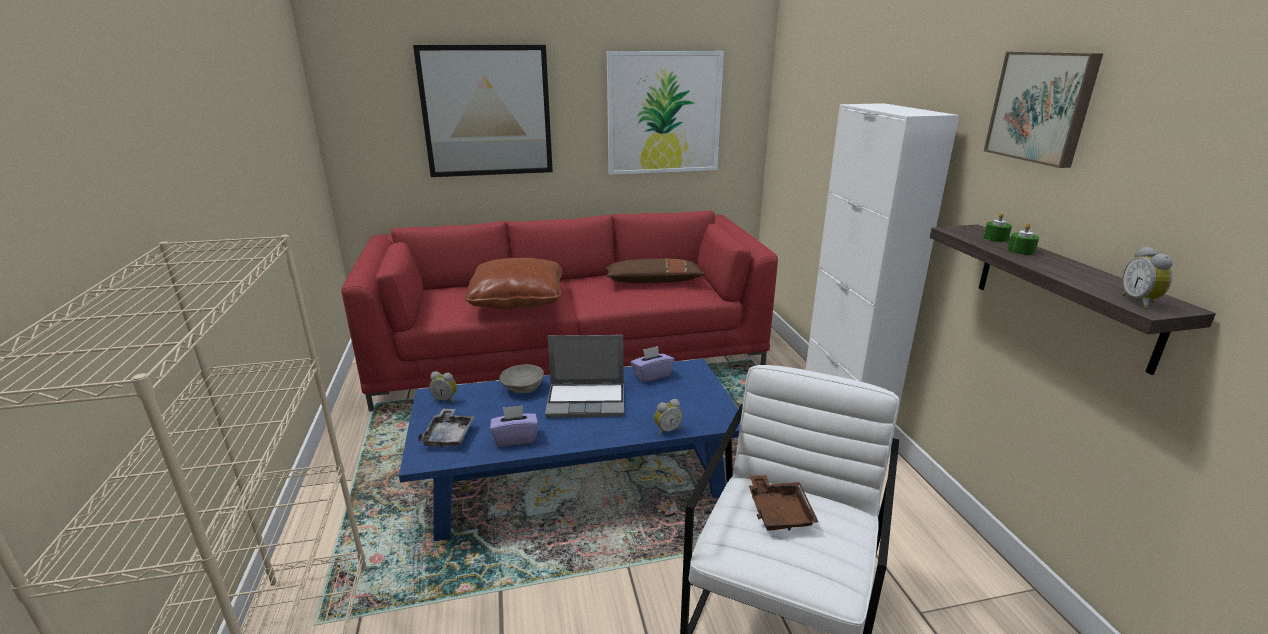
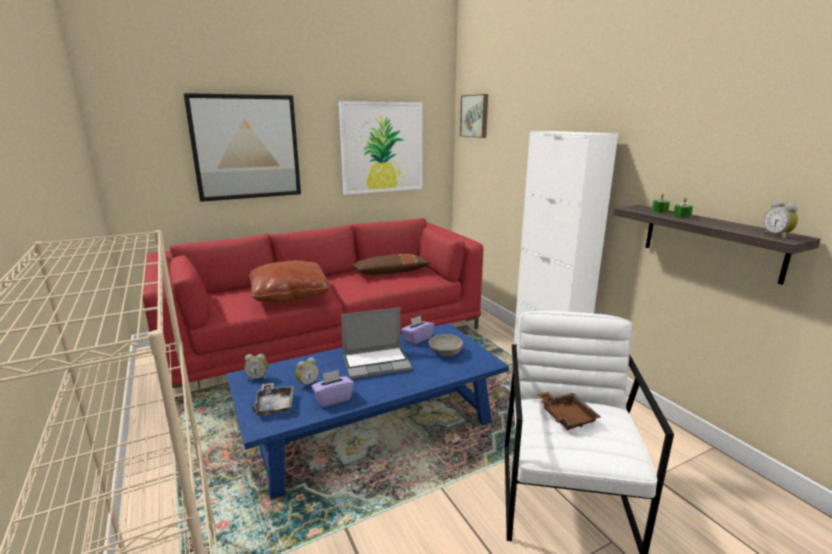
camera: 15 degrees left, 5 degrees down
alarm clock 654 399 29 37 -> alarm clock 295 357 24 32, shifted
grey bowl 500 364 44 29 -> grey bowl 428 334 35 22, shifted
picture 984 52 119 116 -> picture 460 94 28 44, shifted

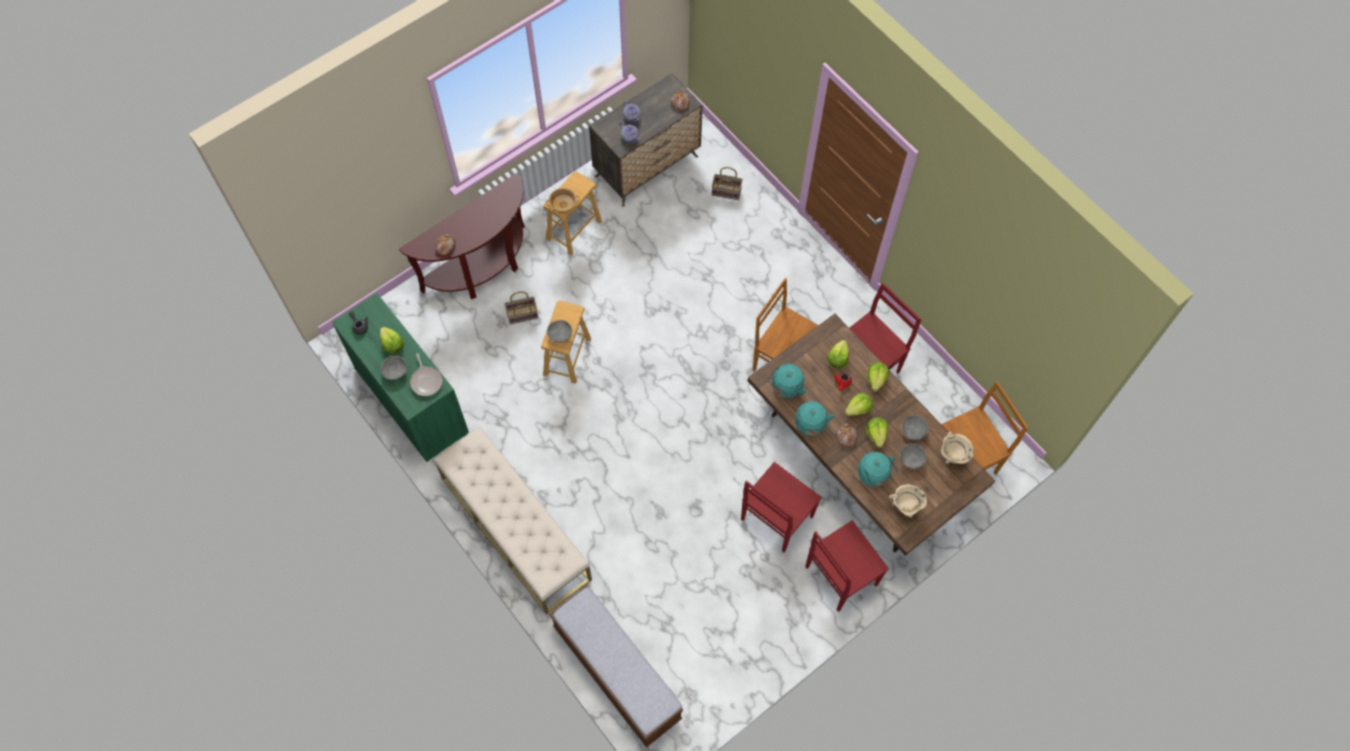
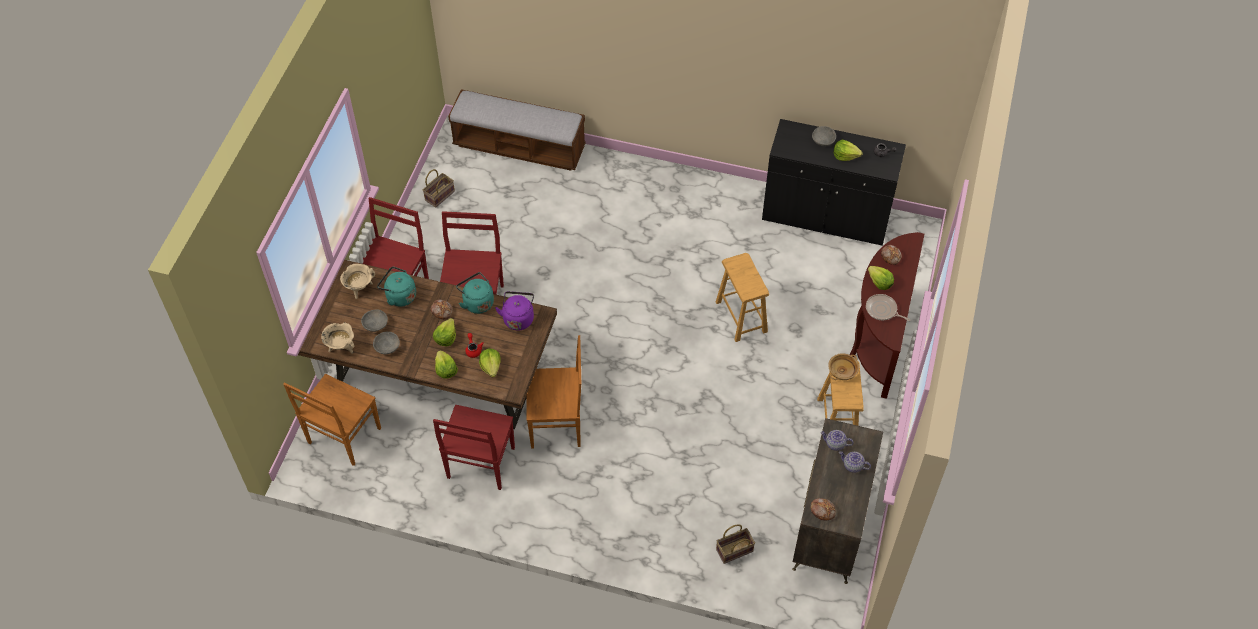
camera: 145 degrees right, 10 degrees down
basket 505 291 33 33 -> basket 423 169 32 39, shifted
turquoise kettle 768 364 39 34 -> purple kettle 495 291 39 39
green cabinet 332 293 137 169 -> black cabinet 762 119 144 127
frying pan 410 353 32 43 -> frying pan 866 294 44 27, shifted
lettuce 866 417 22 31 -> lettuce 868 266 26 24, shifted
beige bench 434 427 158 187 -> none
grey bowl 547 320 25 23 -> none

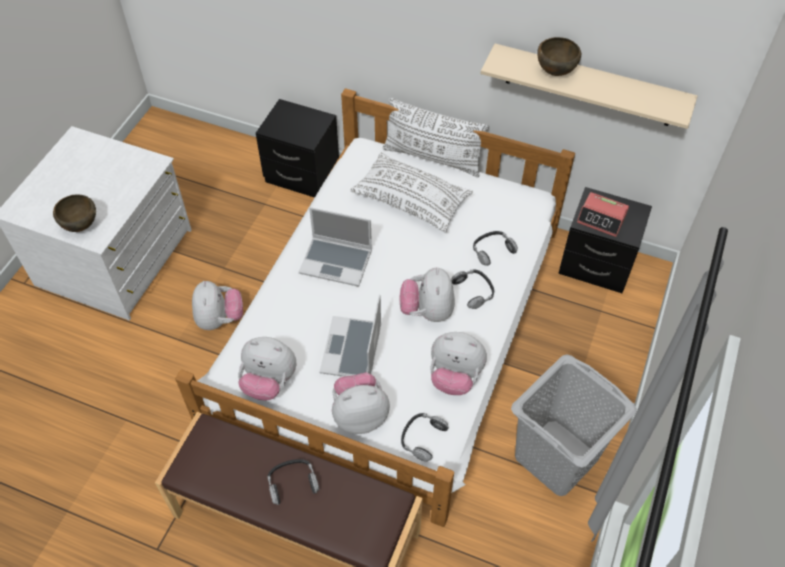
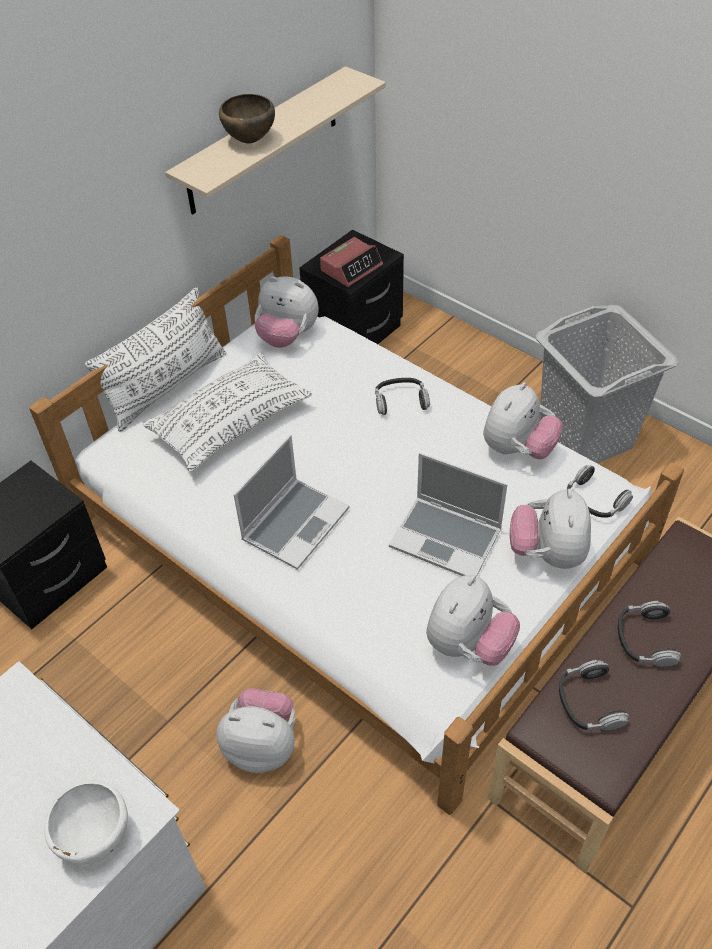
camera: 70 degrees left, 5 degrees down
brown bowl 53 194 43 38 -> white bowl 44 780 84 84
plush toy 399 268 56 54 -> plush toy 255 276 64 72, shifted
headphones 473 231 45 35 -> headphones 559 660 70 71, shifted

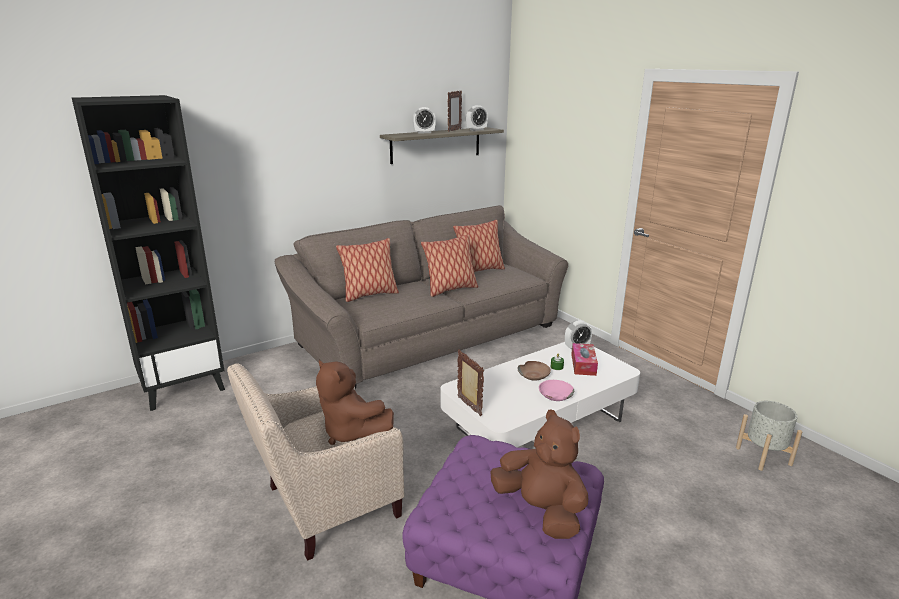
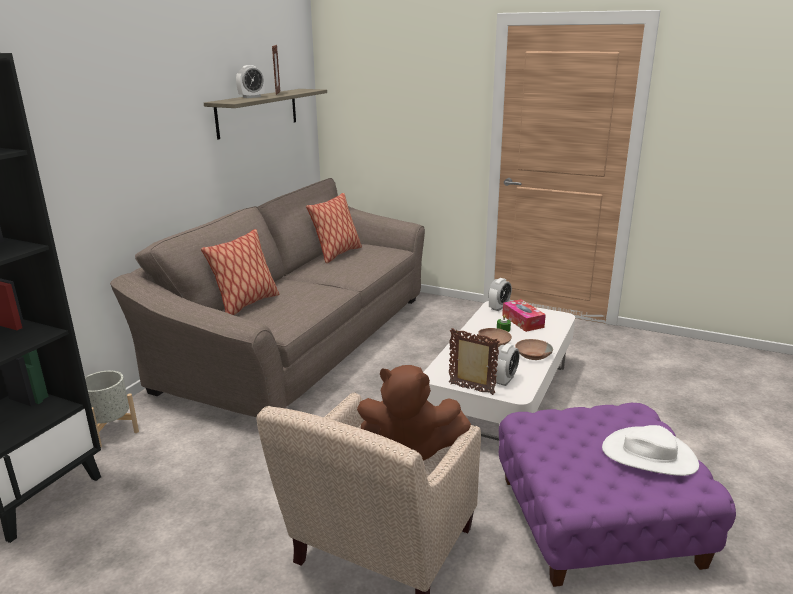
camera: 30 degrees left, 0 degrees up
grey planter 736 401 66 70 -> grey planter 85 371 54 76, shifted
alarm clock 466 105 22 26 -> alarm clock 493 344 27 42, shifted
pink bowl 539 380 35 21 -> brown bowl 515 339 38 21
brown plush toy 490 409 99 130 -> white hat 602 425 97 51
pillow 421 234 57 63 -> none

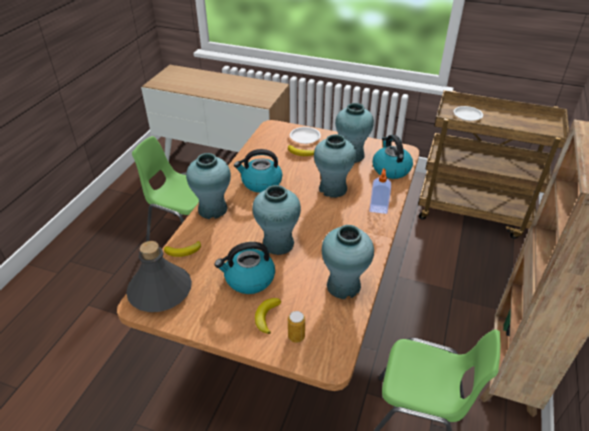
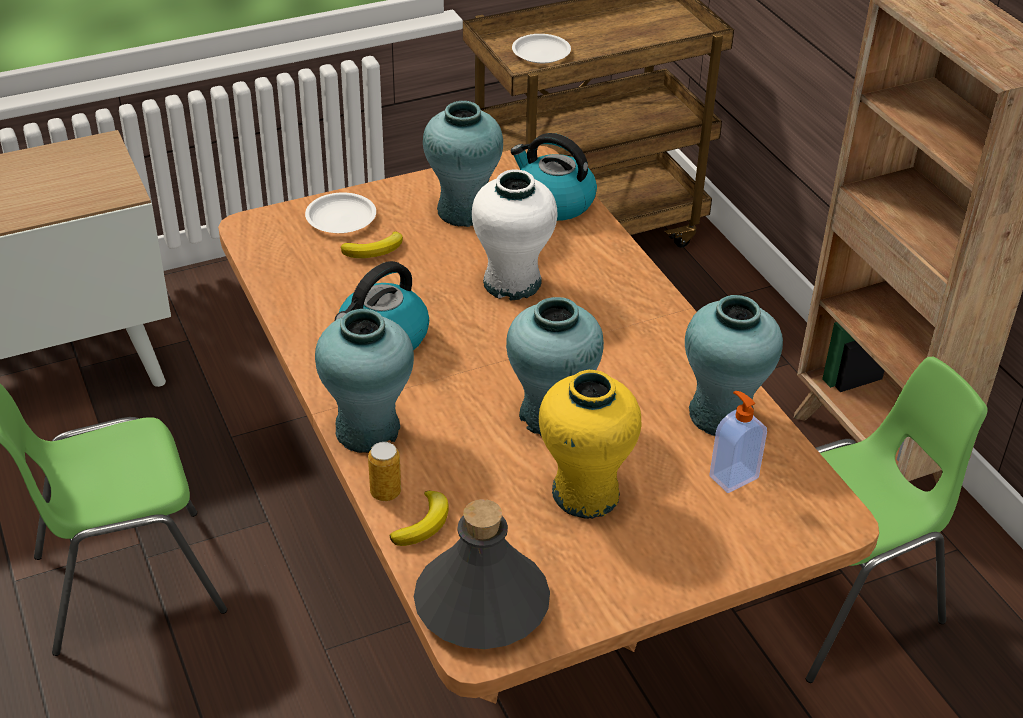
camera: 45 degrees left, 0 degrees up
can 288 311 17 32 -> can 368 442 33 59, shifted
turquoise vase 314 134 42 64 -> white vase 472 169 86 131
kettle 215 242 60 52 -> yellow vase 539 370 102 149
soap dispenser 369 168 22 46 -> soap dispenser 709 391 58 102, shifted
banana 255 298 26 36 -> none

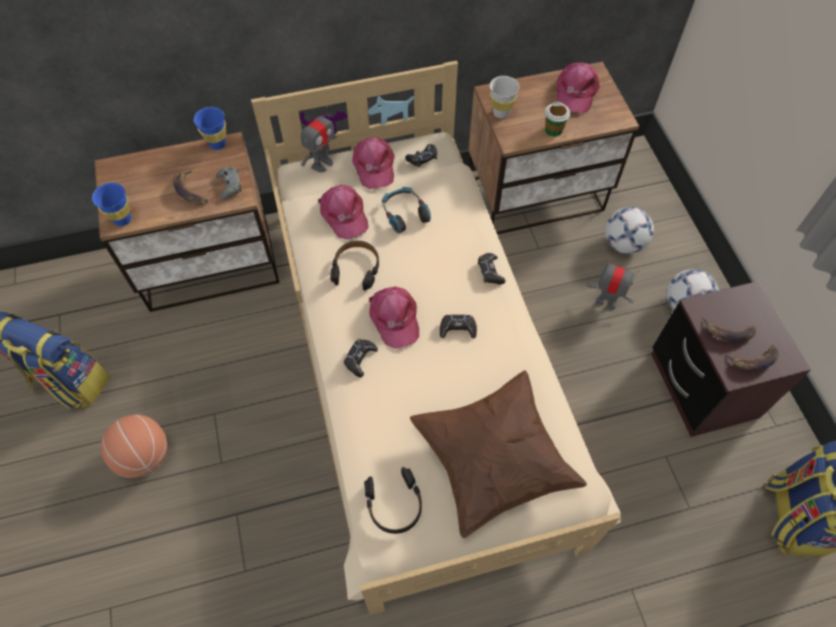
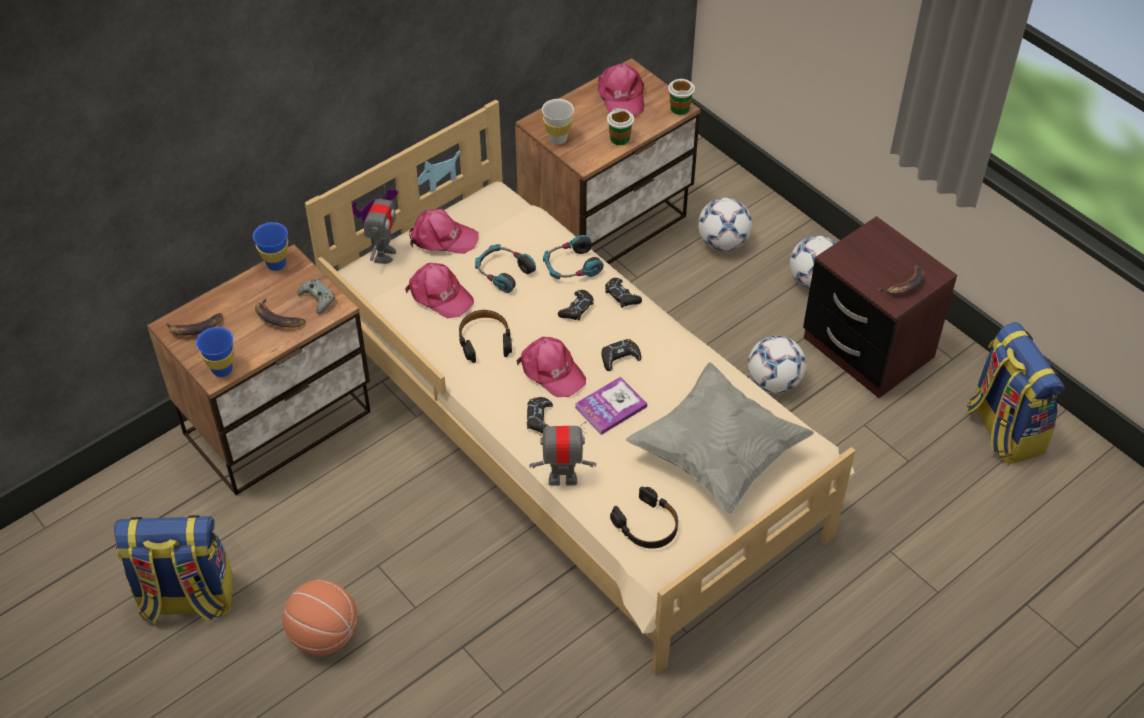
camera: 25 degrees left, 10 degrees down
banana 702 317 54 24 -> banana 166 313 57 23, shifted
pink cap 352 137 42 52 -> pink cap 409 209 70 45, 45 degrees counterclockwise
toy robot 587 260 53 50 -> toy robot 529 421 67 65, shifted
none -> headphones 543 235 61 45
black game controller 405 144 32 24 -> black game controller 558 290 36 30, shifted
none -> book 575 377 72 58
brown pillow 410 370 177 168 -> grey pillow 626 362 188 153
none -> cup 668 79 27 36
none -> football 748 336 58 58

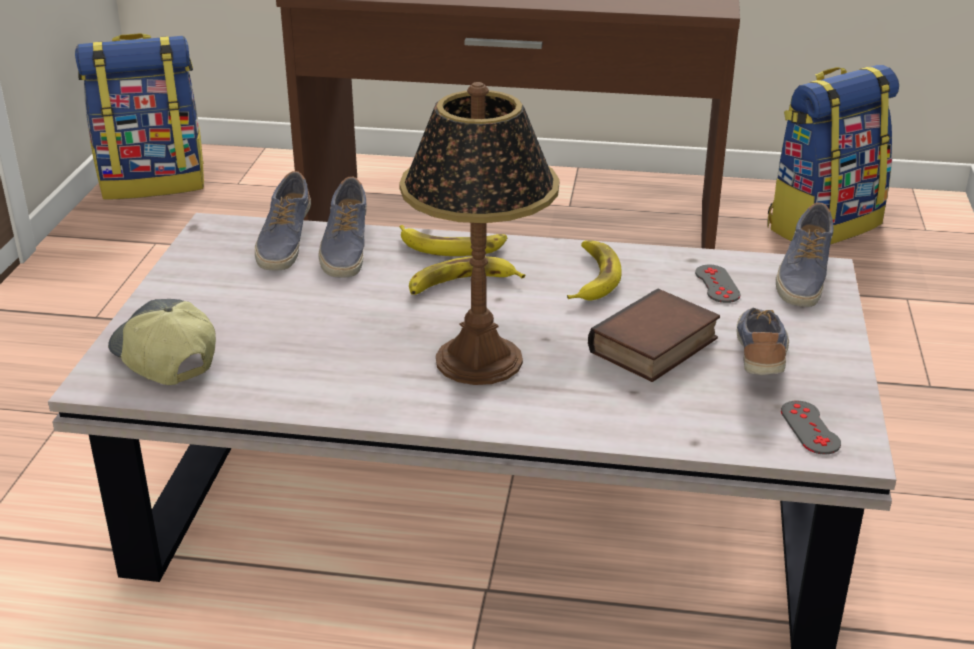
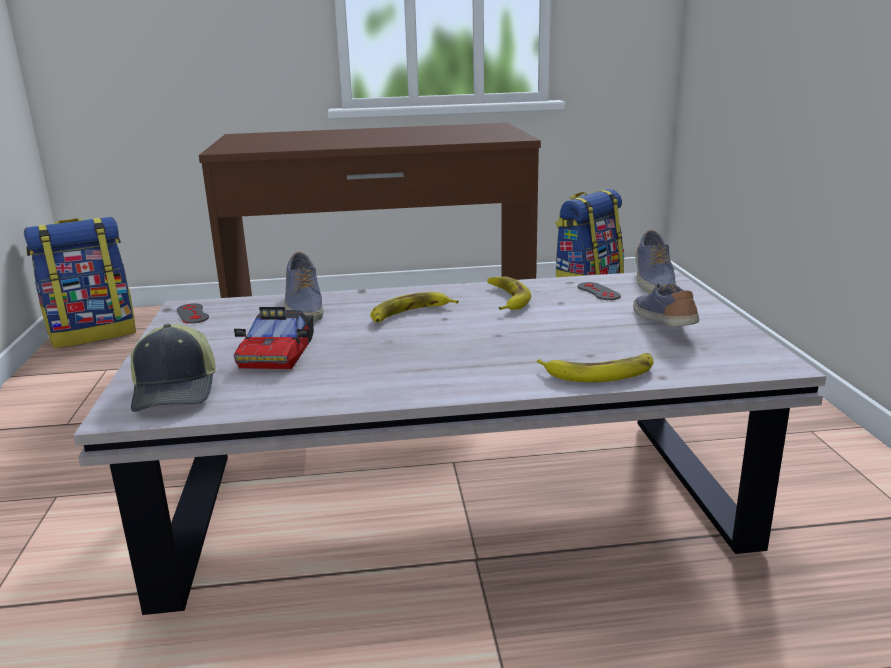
camera: 15 degrees left, 10 degrees down
cap 108 299 108 86 -> cap 131 324 85 88, 135 degrees counterclockwise
grey game controller 781 400 60 55 -> grey game controller 177 303 32 21, shifted
none -> toy car 234 307 80 62
banana 400 225 107 31 -> banana 537 353 117 29, shifted
shoe 255 171 56 99 -> none
table lamp 399 82 161 303 -> none
book 588 289 132 93 -> none

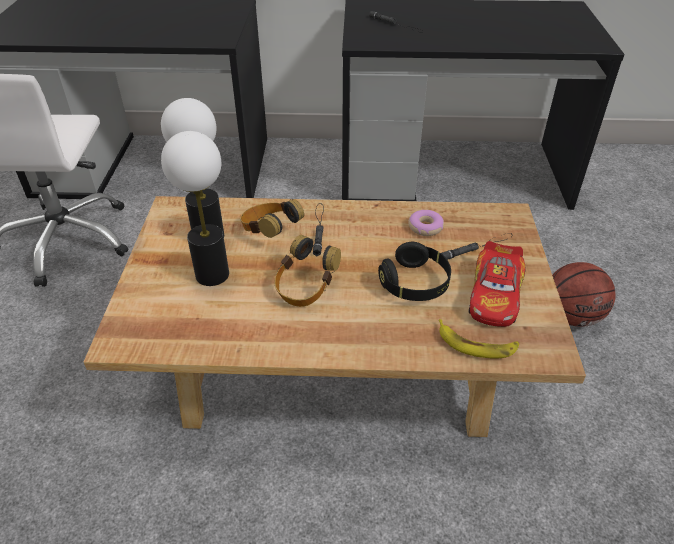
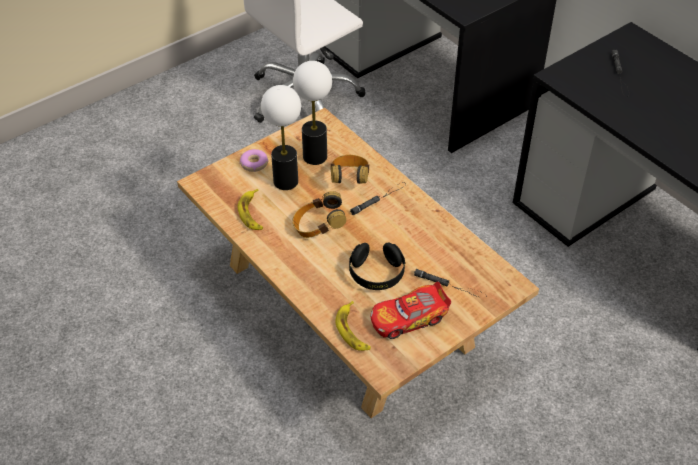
camera: 50 degrees right, 5 degrees up
none -> banana 238 189 25 41
donut 408 210 36 26 -> donut 240 149 29 23, shifted
basketball 552 262 64 65 -> none

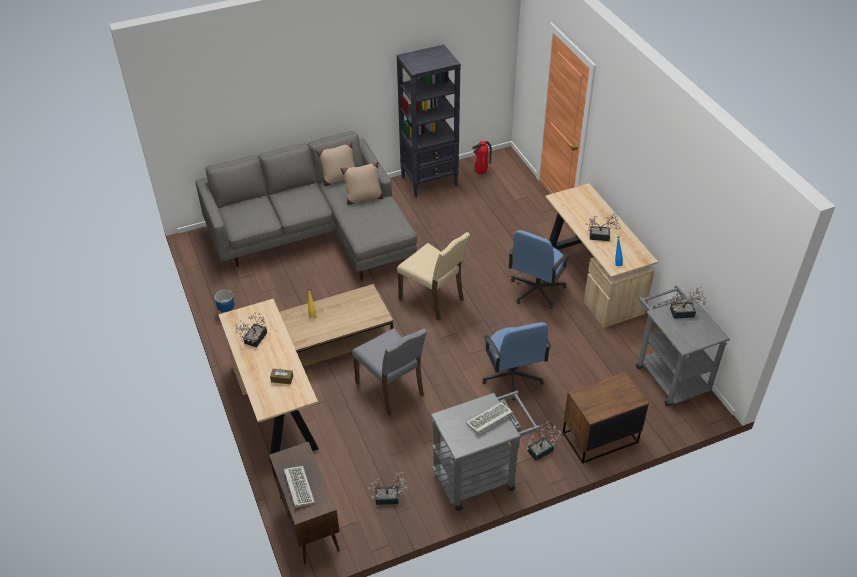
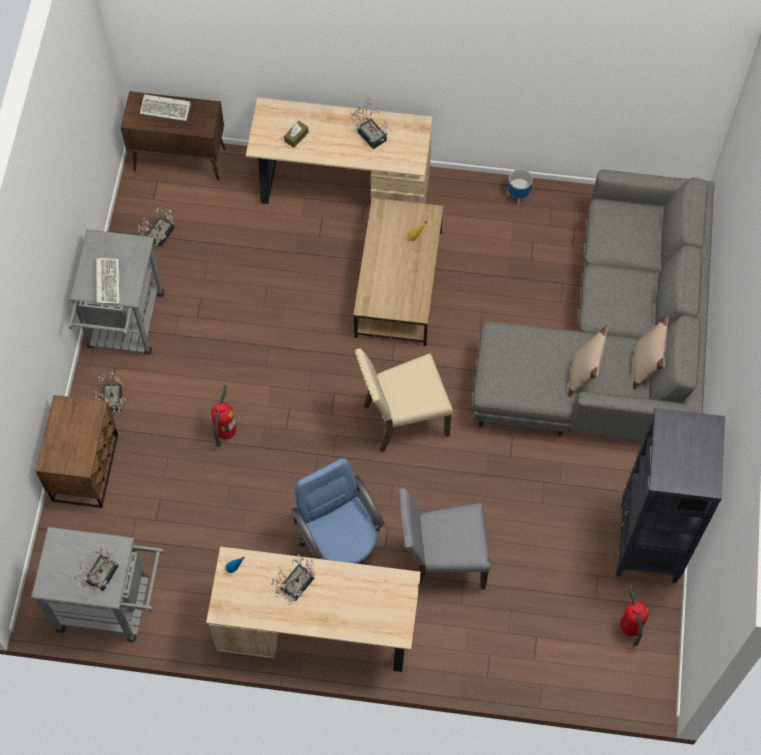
camera: 120 degrees right, 20 degrees up
blue office chair 482 322 69 79 -> fire extinguisher 211 385 25 62
grey chair 352 328 75 88 -> grey chair 399 488 92 102, shifted

